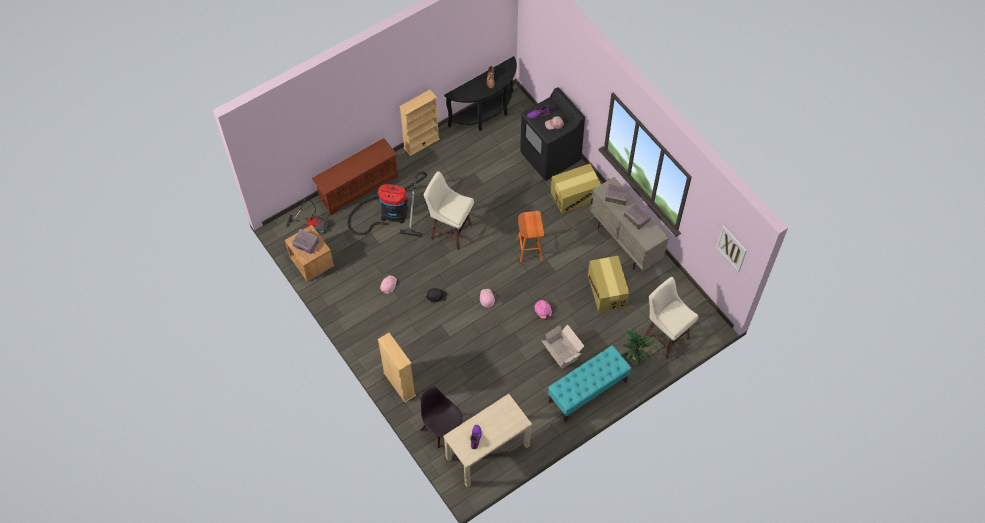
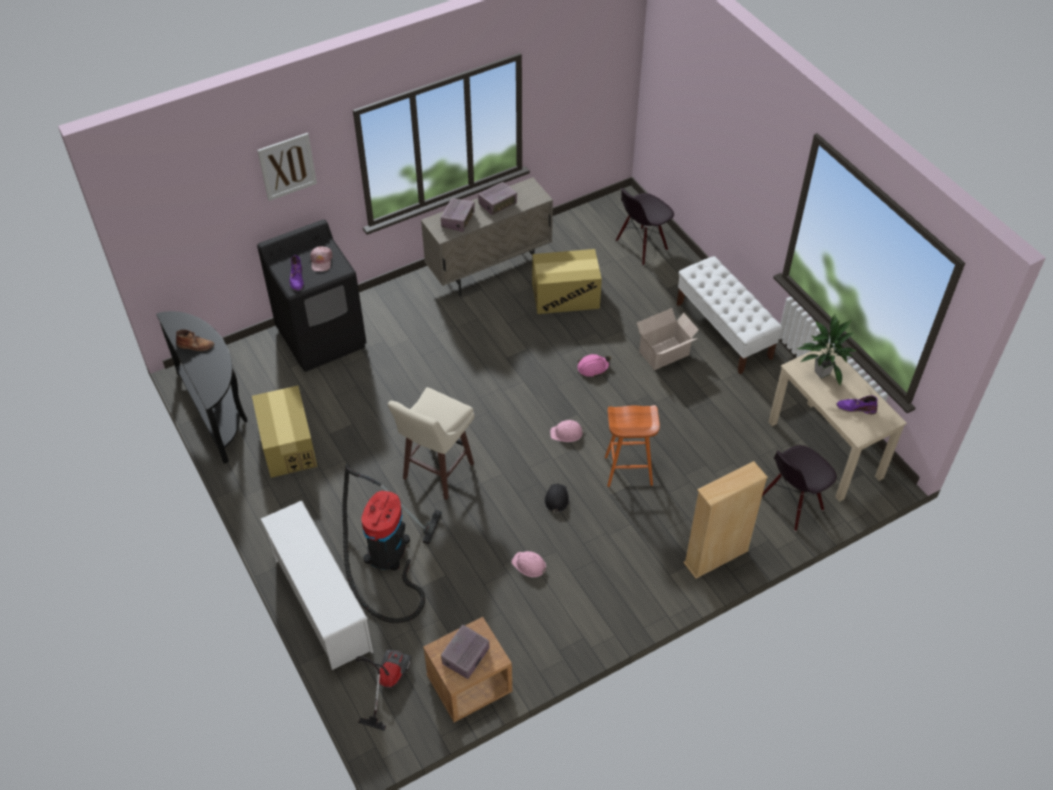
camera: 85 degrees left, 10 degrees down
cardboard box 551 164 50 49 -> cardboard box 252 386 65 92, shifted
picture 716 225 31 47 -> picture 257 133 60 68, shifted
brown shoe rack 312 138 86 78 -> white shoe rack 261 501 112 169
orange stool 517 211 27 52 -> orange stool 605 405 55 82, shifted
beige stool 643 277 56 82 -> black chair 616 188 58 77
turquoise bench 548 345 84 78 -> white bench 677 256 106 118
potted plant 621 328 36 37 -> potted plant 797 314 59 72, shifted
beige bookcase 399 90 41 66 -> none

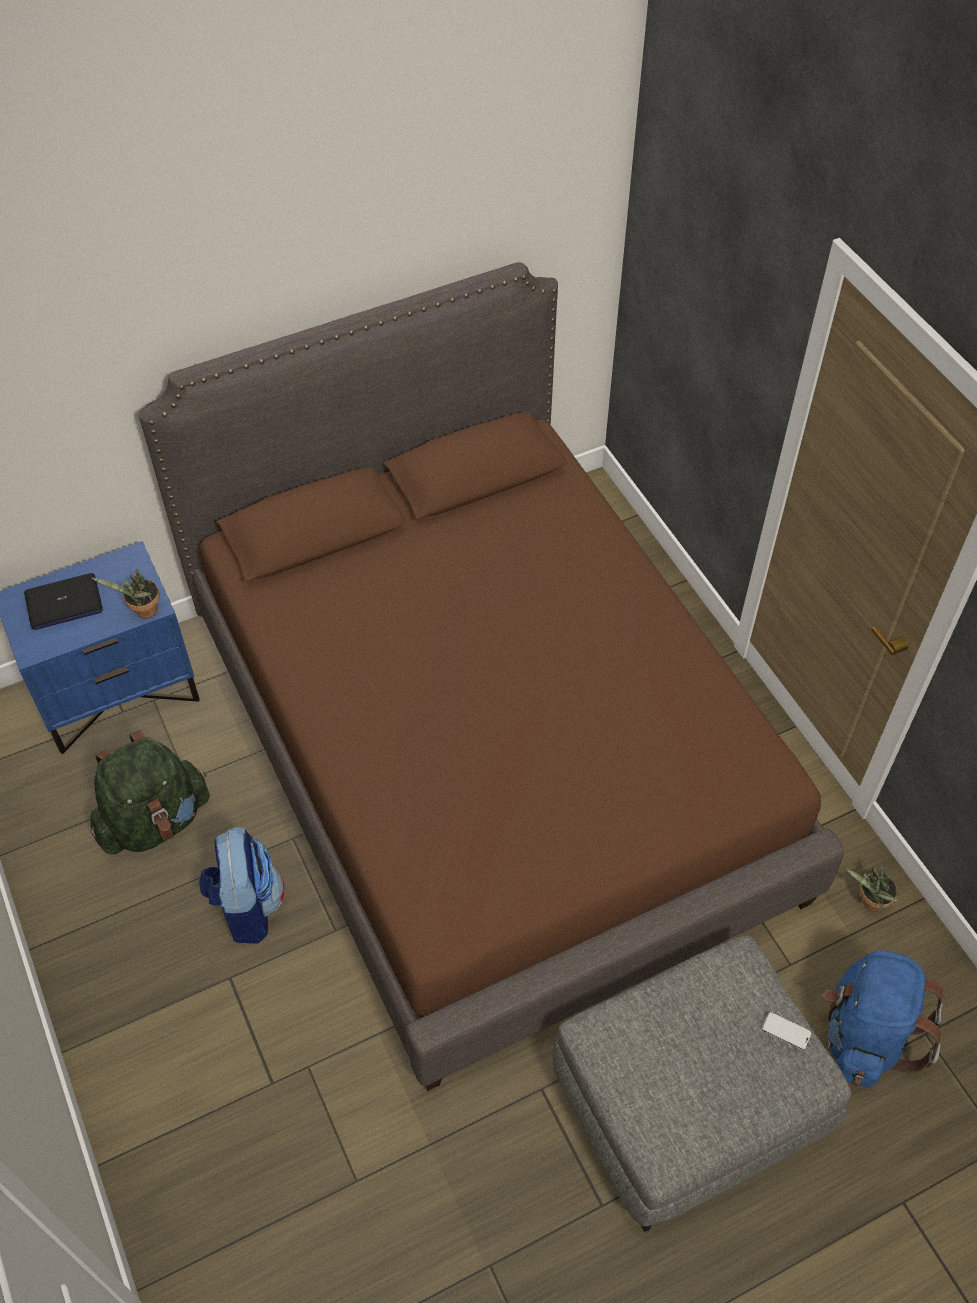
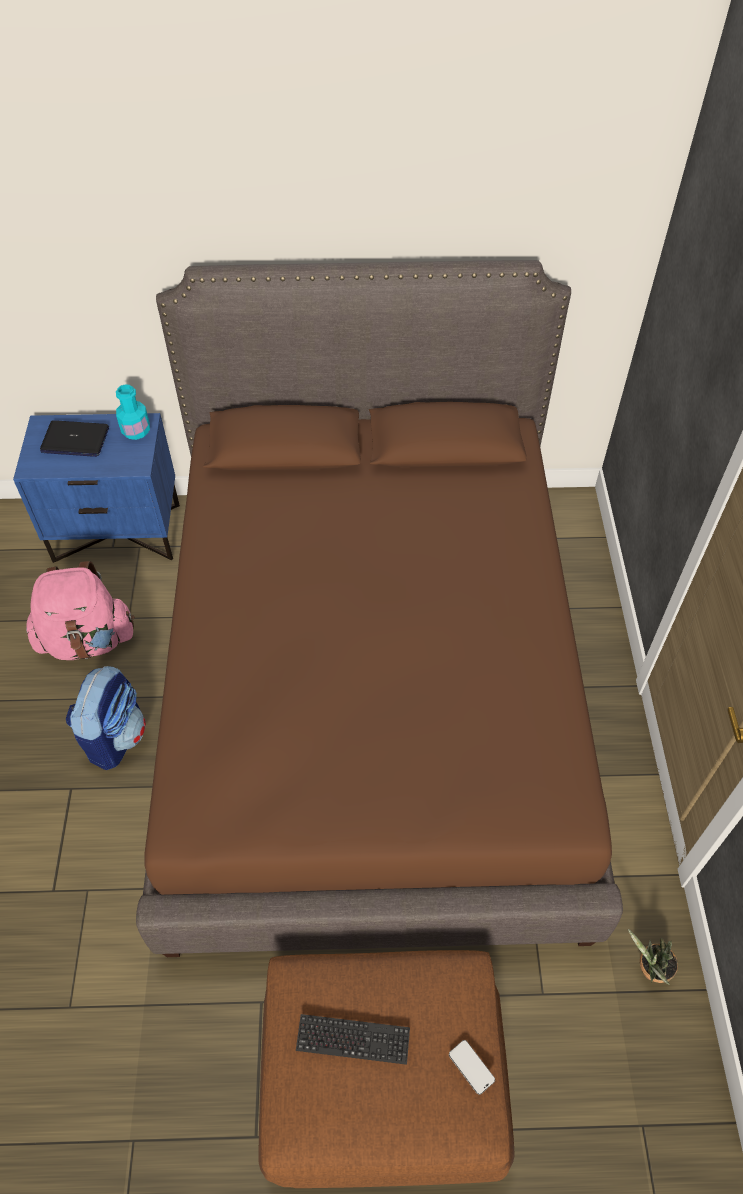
camera: 25 degrees right, 0 degrees up
green backpack 90 730 120 125 -> pink backpack 26 561 109 99
none -> turquoise bottle 116 384 34 56
grey ottoman 552 935 300 297 -> brown ottoman 259 950 256 238
none -> keyboard 296 1014 114 51
potted plant 91 569 69 50 -> none
blue backpack 824 950 119 137 -> none

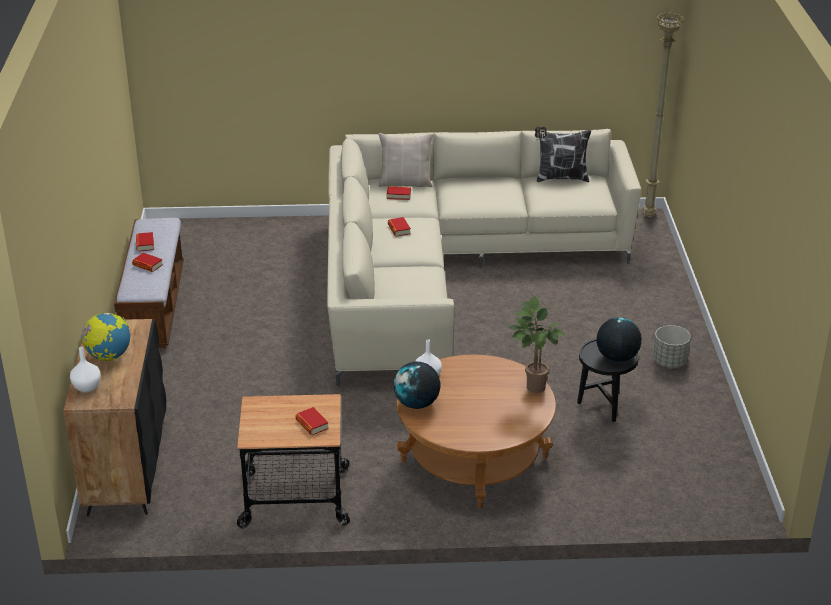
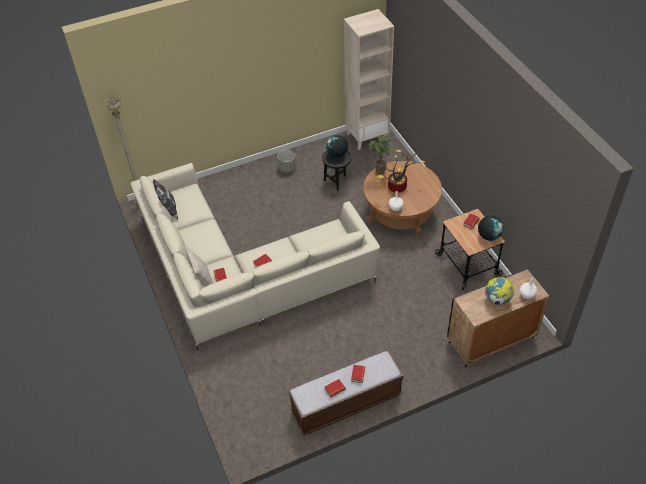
camera: 110 degrees left, 15 degrees up
none -> beige bookcase 344 9 50 141
none -> potted plant 375 150 50 43
globe 393 362 48 47 -> globe 478 216 26 25, shifted

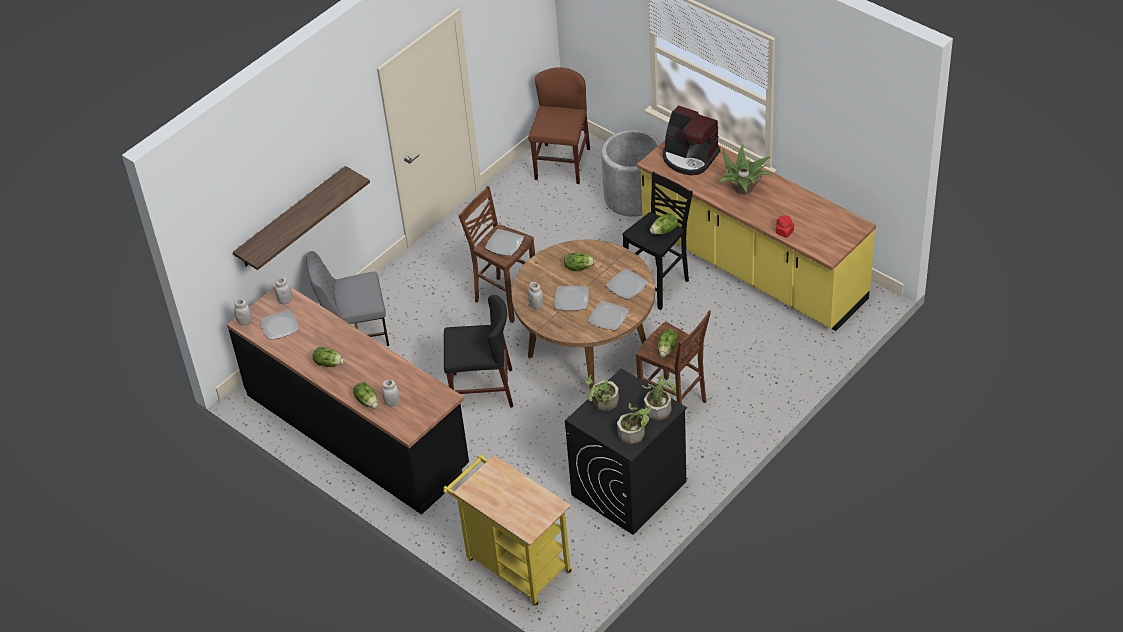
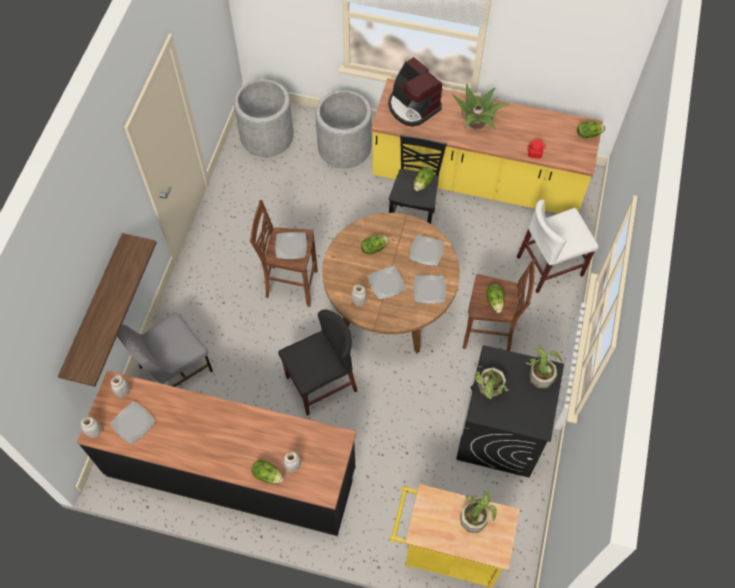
camera: 30 degrees left, 15 degrees up
brown chair 528 67 62 117 -> grey planter 234 79 60 78
coffee machine 663 106 57 69 -> coffee machine 388 57 55 70, 45 degrees clockwise
potted plant 617 403 34 41 -> potted plant 461 490 36 43, shifted
none -> white chair 517 199 81 94
lettuce 312 347 32 20 -> lettuce 577 121 28 17, shifted

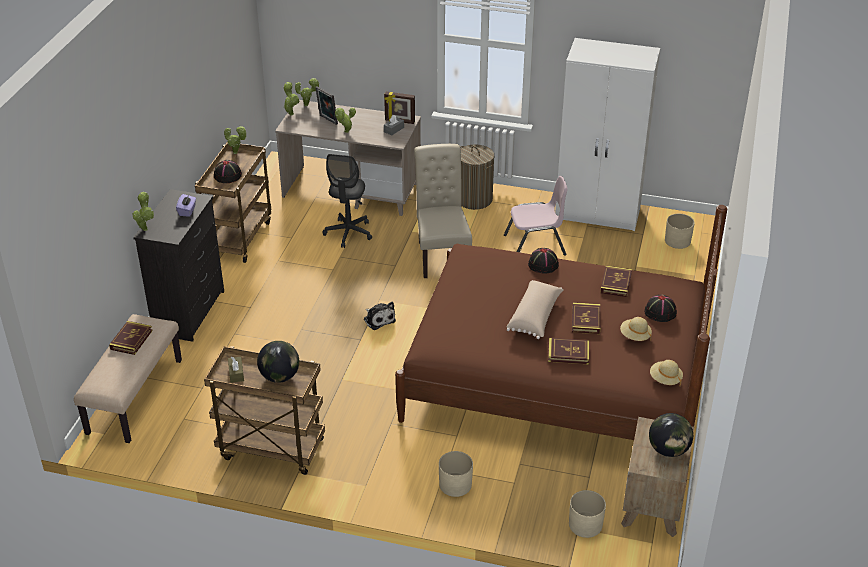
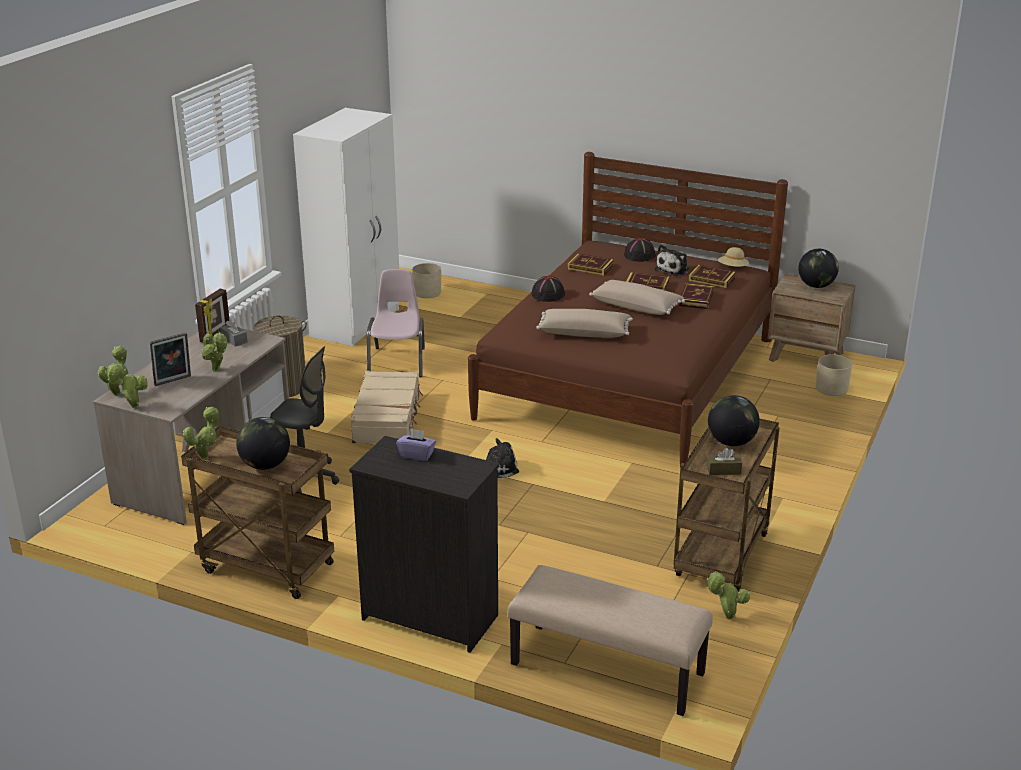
camera: 80 degrees left, 10 degrees down
black hat 214 160 28 23 -> globe 236 417 54 53
beige chair 414 144 58 134 -> beige suitcase 350 371 73 73
none -> beige pillow 536 309 97 28
beige hat 620 317 32 24 -> plush toy 655 244 35 32
book 109 321 43 34 -> book 689 265 47 23, shifted
potted plant 133 192 21 39 -> potted plant 706 571 44 48, shifted
beige planter 439 451 34 46 -> none

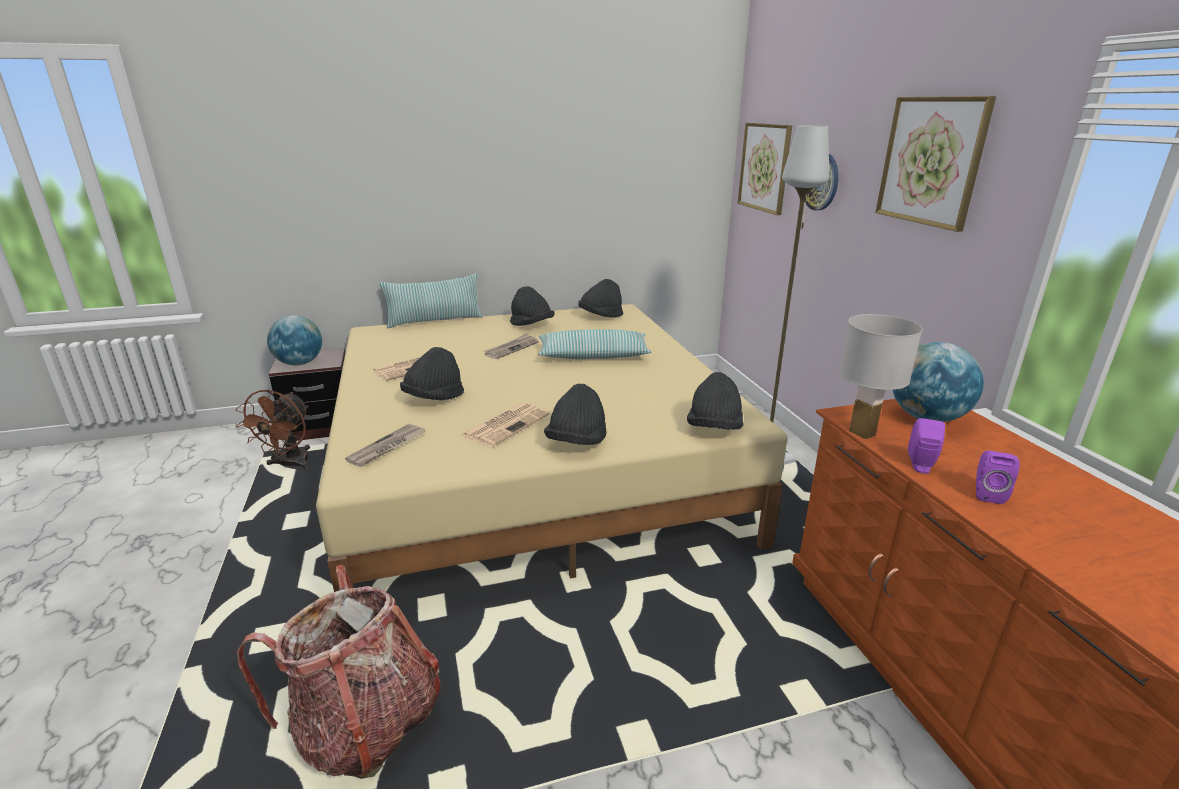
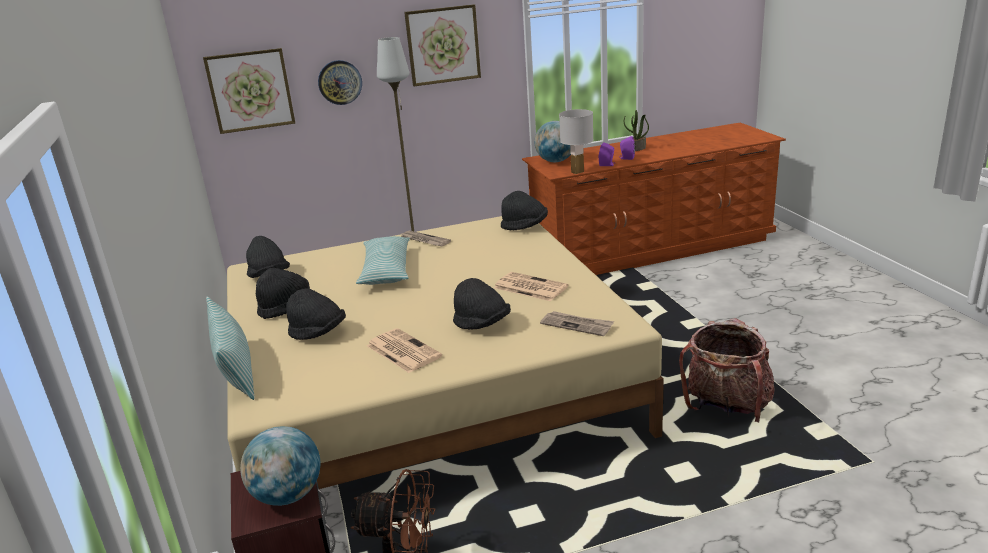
camera: 90 degrees left, 0 degrees up
black hat 544 384 63 61 -> black hat 286 288 60 52, shifted
newspaper 484 333 55 26 -> newspaper 401 231 50 15, shifted
none -> potted plant 624 110 25 41

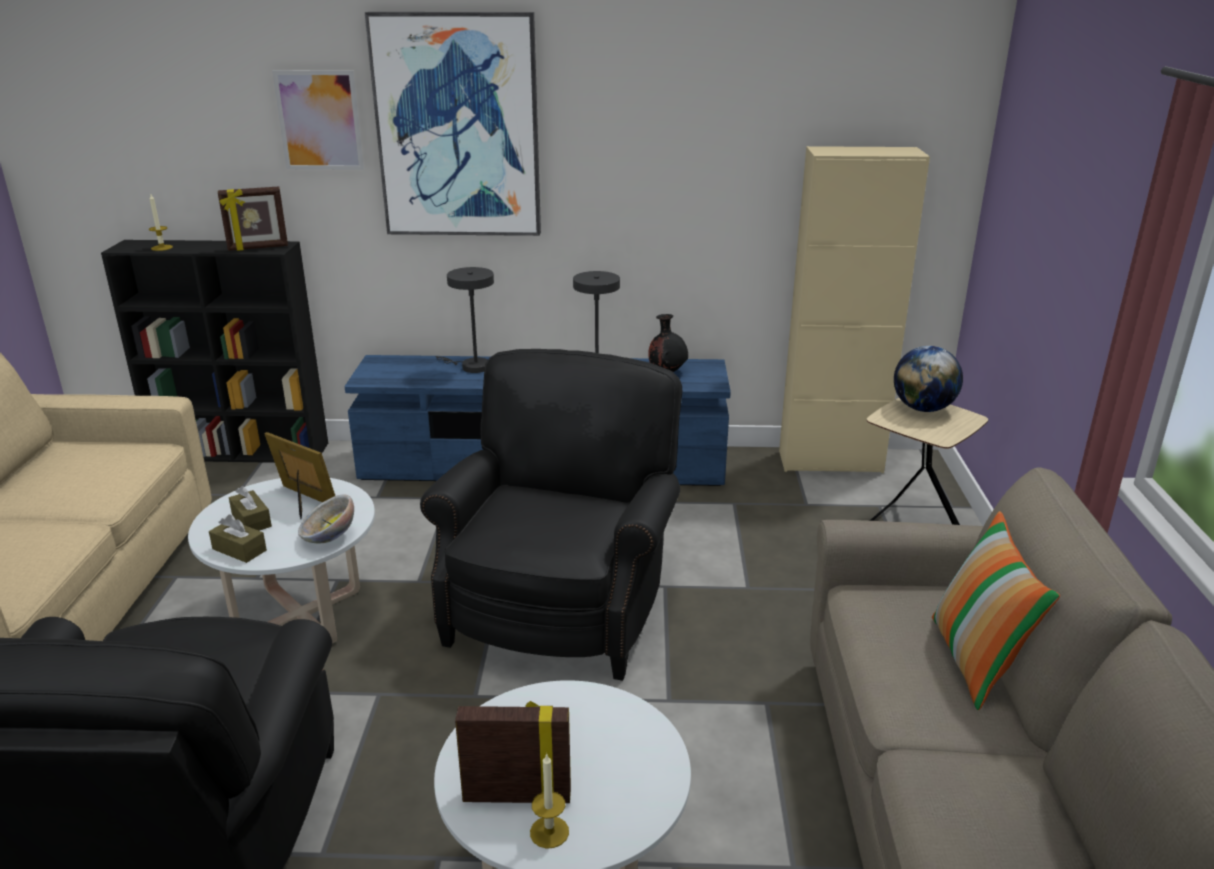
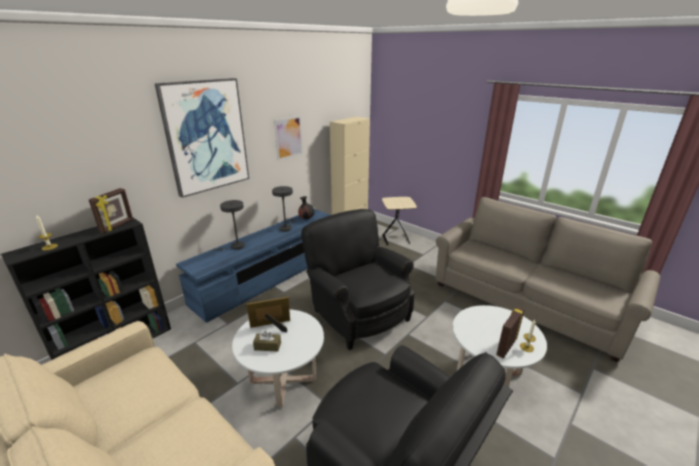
camera: 50 degrees left, 0 degrees up
picture 272 70 92 100 -> picture 274 116 29 44, shifted
brown tissue box 209 514 58 49 -> none
bowl 298 494 56 49 -> none
globe 894 346 69 66 -> none
pillow 932 511 128 199 -> none

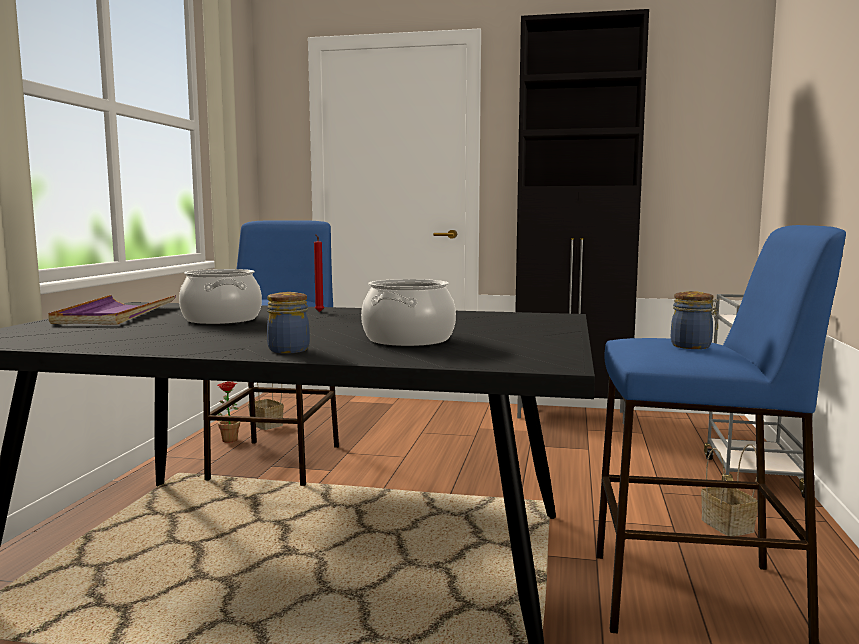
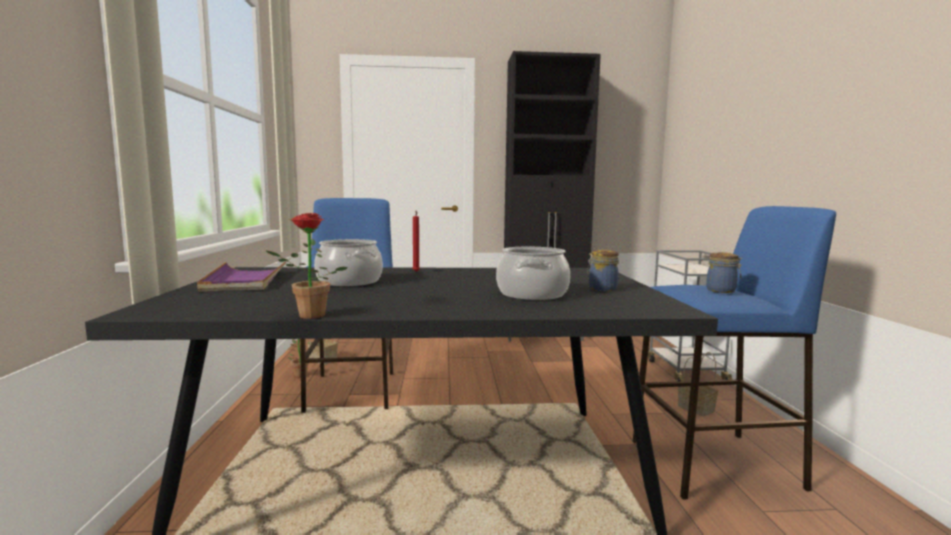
camera: 15 degrees left, 0 degrees up
none -> potted plant 266 213 81 106
jar 267 292 43 61 -> jar 587 250 32 41, shifted

